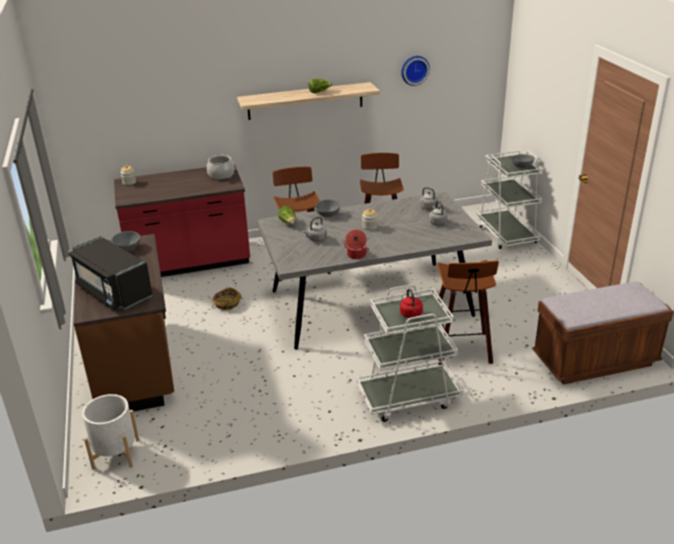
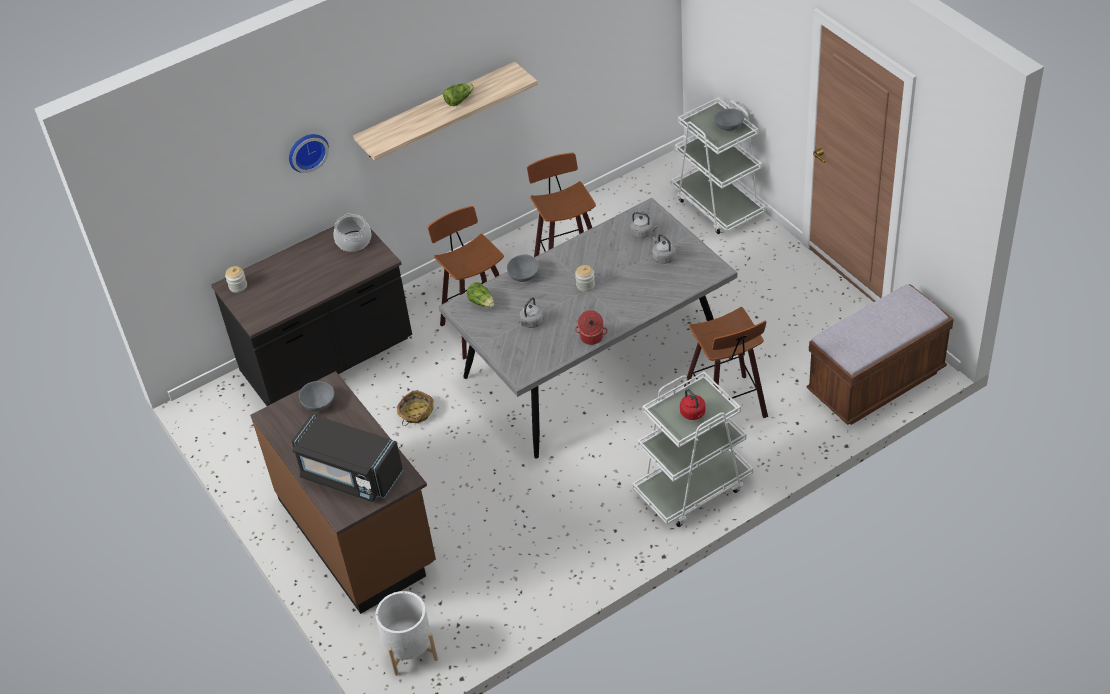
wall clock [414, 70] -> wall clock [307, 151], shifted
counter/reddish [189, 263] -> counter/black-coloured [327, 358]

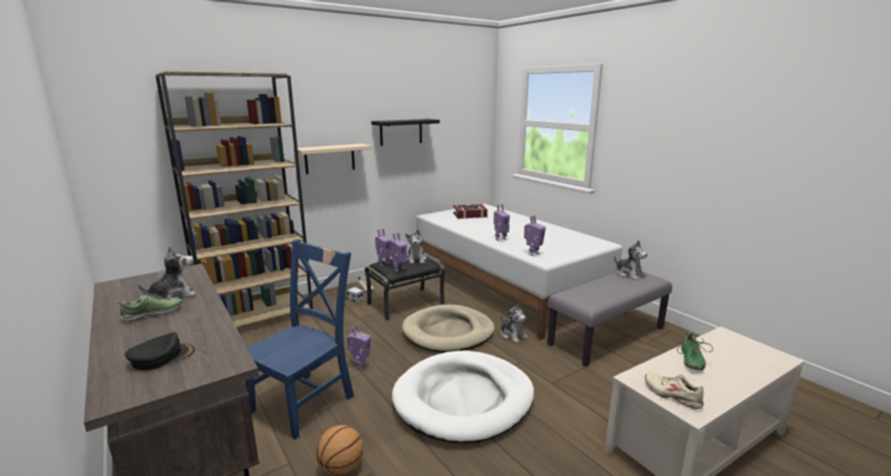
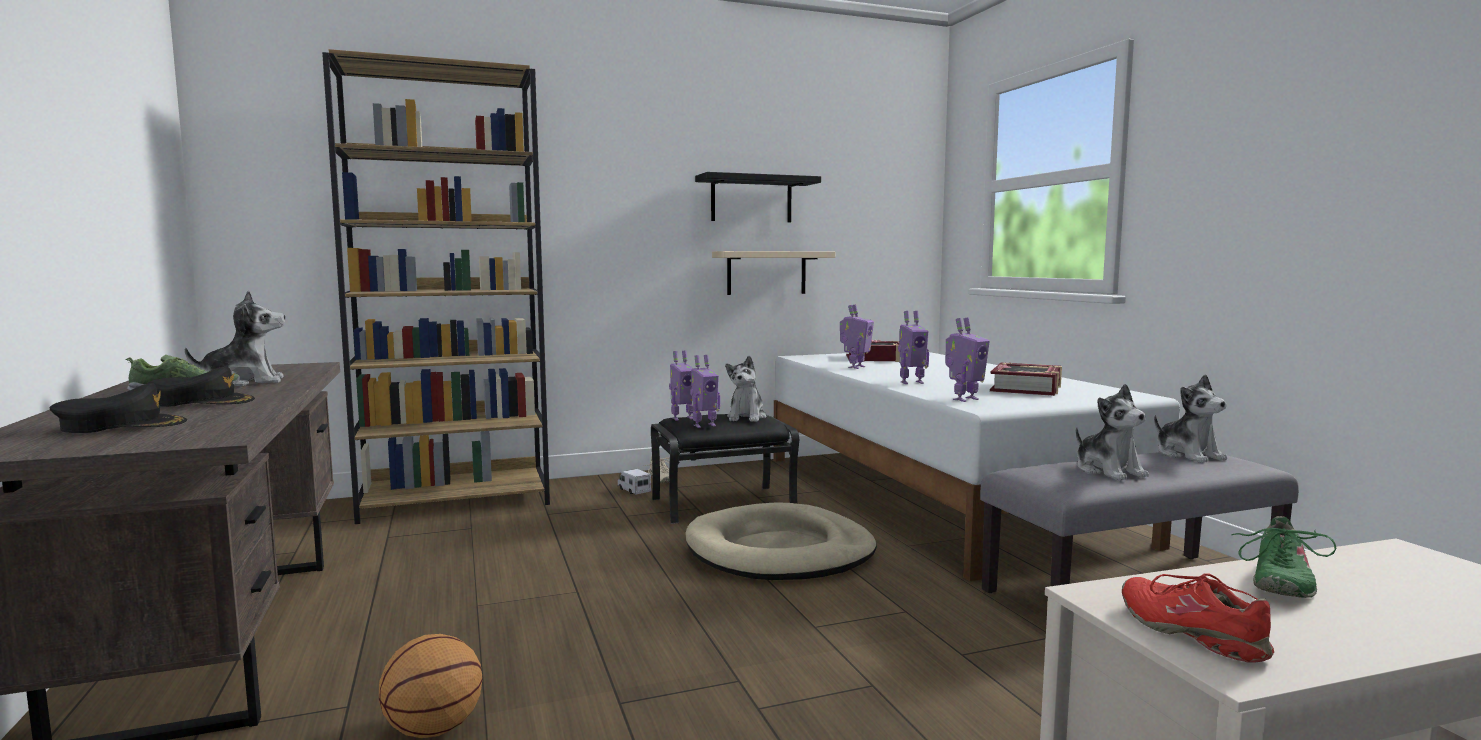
upright chair/blue-coloured [306, 401] -> none
dog cushion/white [464, 399] -> none
none -> peaked cap/black-coloured [202, 402]
none -> bound book [1026, 388]
bracket shelf/beige [330, 158] -> bracket shelf/beige [766, 273], shifted
model robot [360, 365] -> model robot [855, 367], shifted
plush toy [513, 335] -> plush toy [1108, 471], shifted
low shoe/beige [672, 395] -> low shoe/reddish [1191, 632]

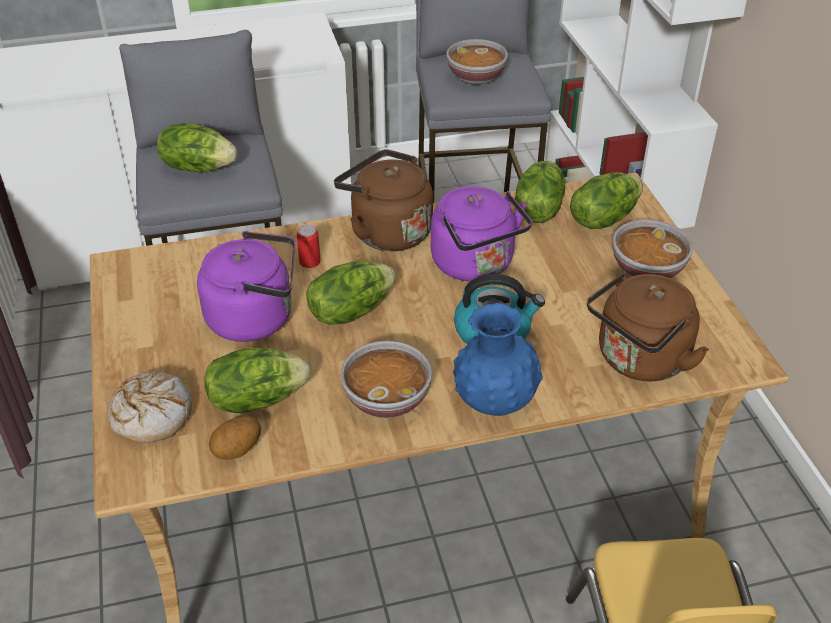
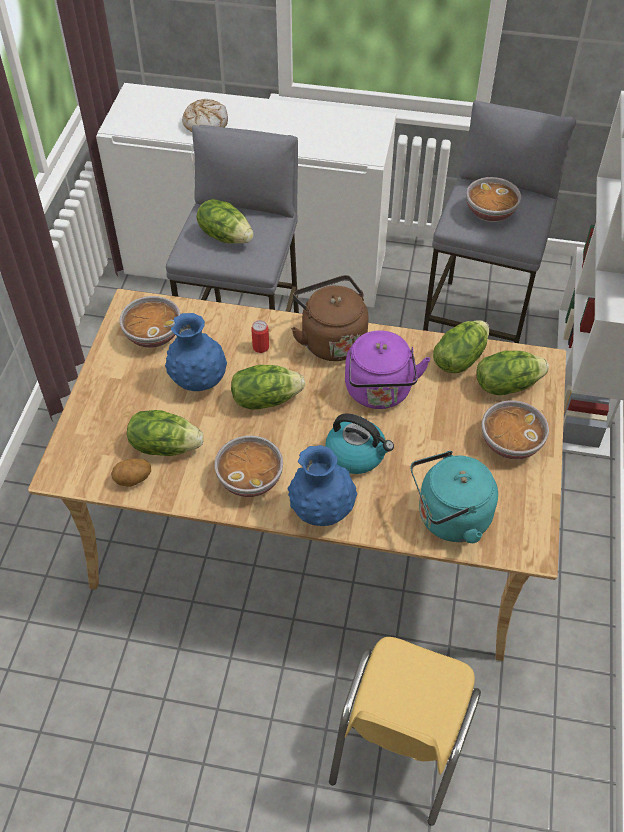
none -> serving bowl [153, 334]
baked bread [151, 415] -> baked bread [205, 123], shifted
kettle/purple [256, 318] -> vase/blue-coloured [198, 381]
kettle/brownish [639, 361] -> kettle/turquoise [449, 518]

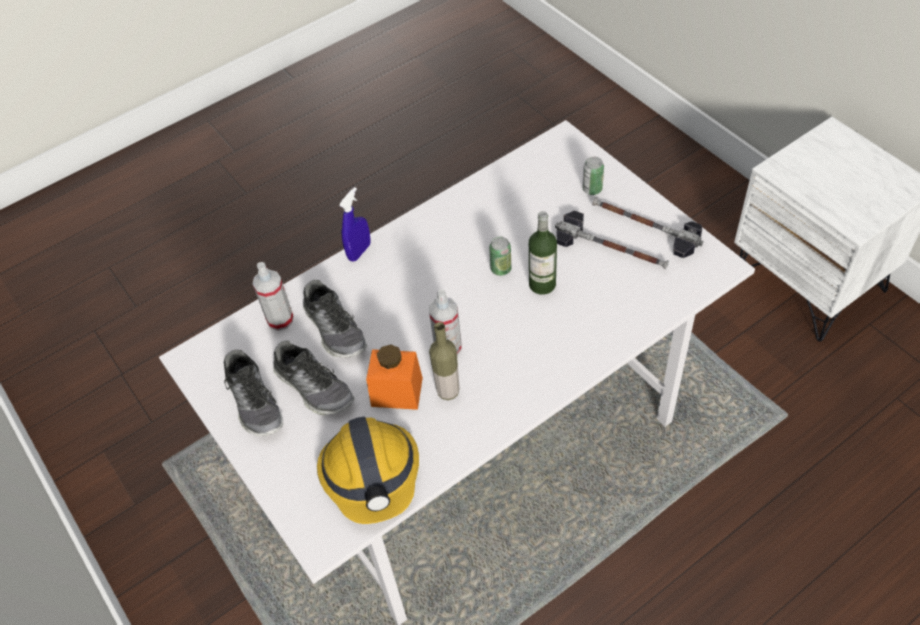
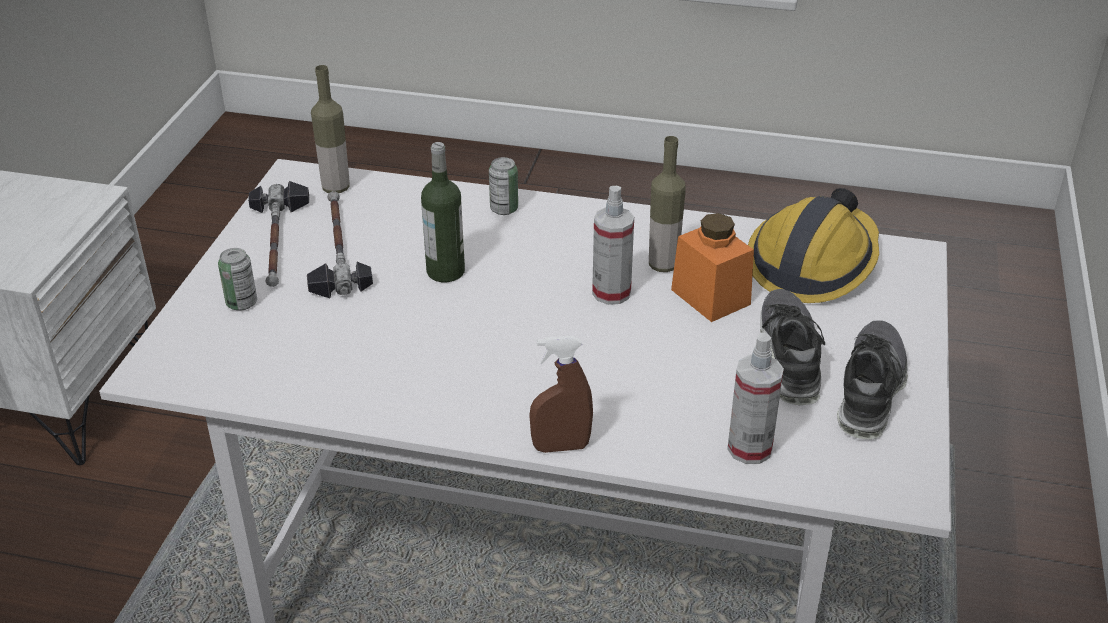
low shoe [335, 329] -> none
none -> bottle [336, 188]
sealed can [501, 269] -> sealed can [504, 209], shifted
hand sprayer/blue-coloured [359, 251] -> hand sprayer/brownish [561, 447]

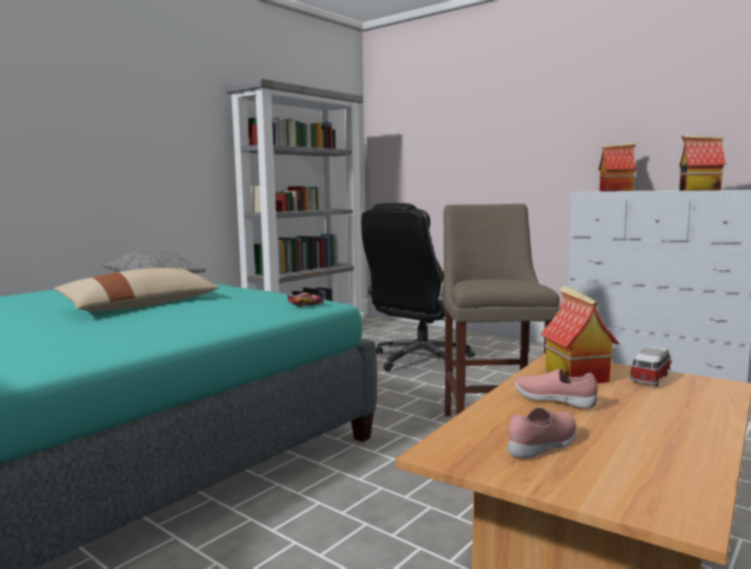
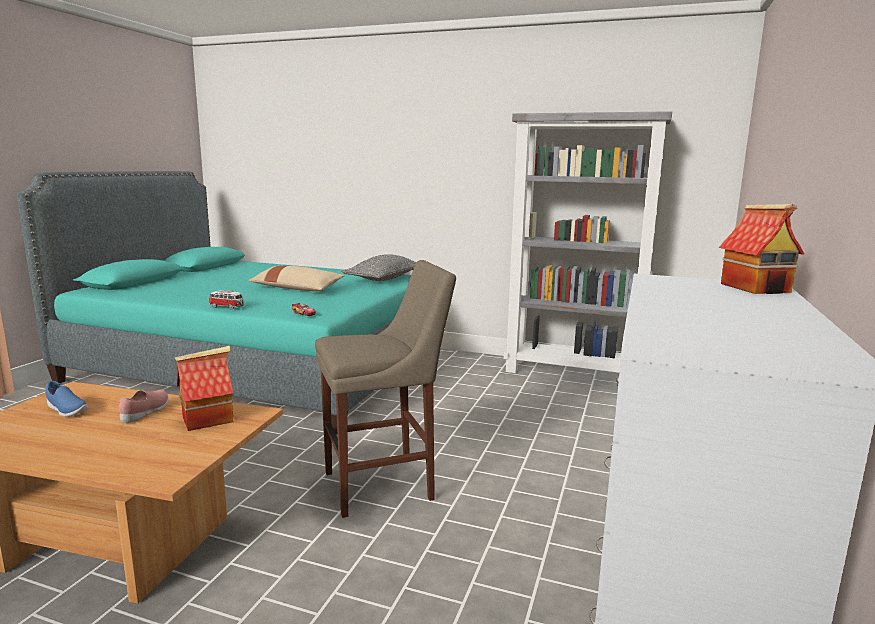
desk chair/black-coloured [420, 360] -> none
miniature house [698, 190] -> none
model car [650, 378] -> model car [227, 307], shifted
low shoe/pink-coloured [544, 446] -> low shoe/blue-coloured [66, 410]

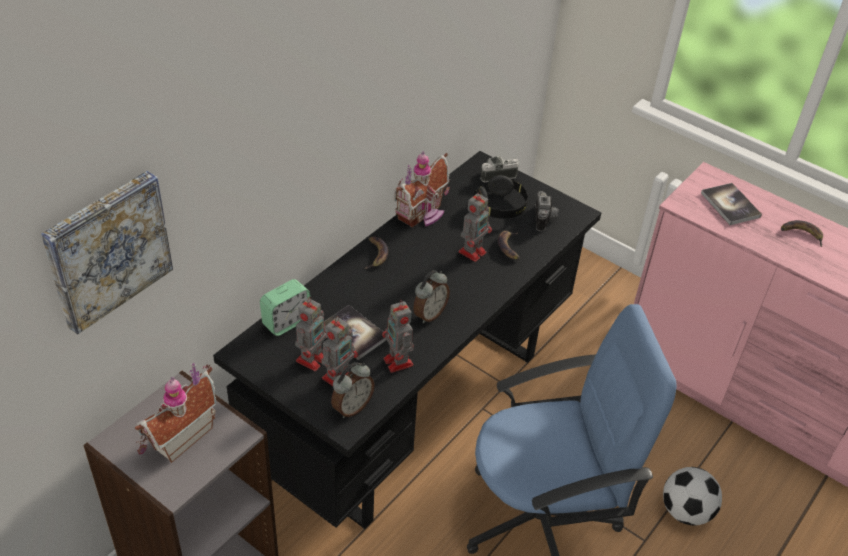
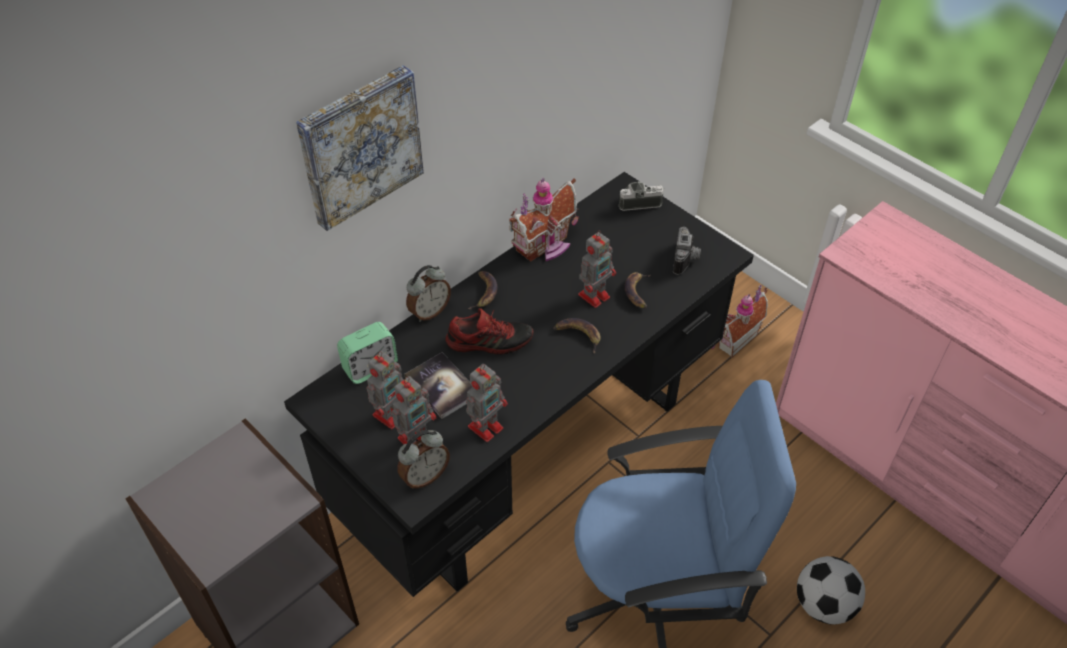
headset/black-coloured [501, 207] -> none
bound book [730, 205] -> none
none -> low shoe [489, 341]
wall art [107, 249] -> wall art [359, 145], shifted
miniature house [178, 436] -> miniature house [733, 339], shifted
table clock [429, 314] -> table clock [429, 311], shifted
whole banana [801, 234] -> whole banana [578, 335], shifted
model robot [399, 363] -> model robot [486, 426], 120 degrees counterclockwise

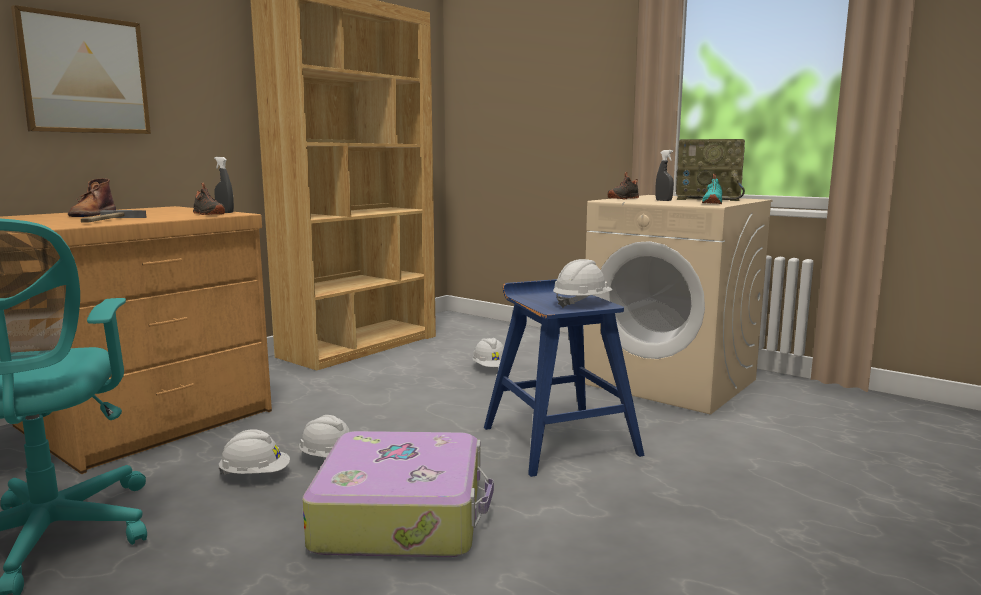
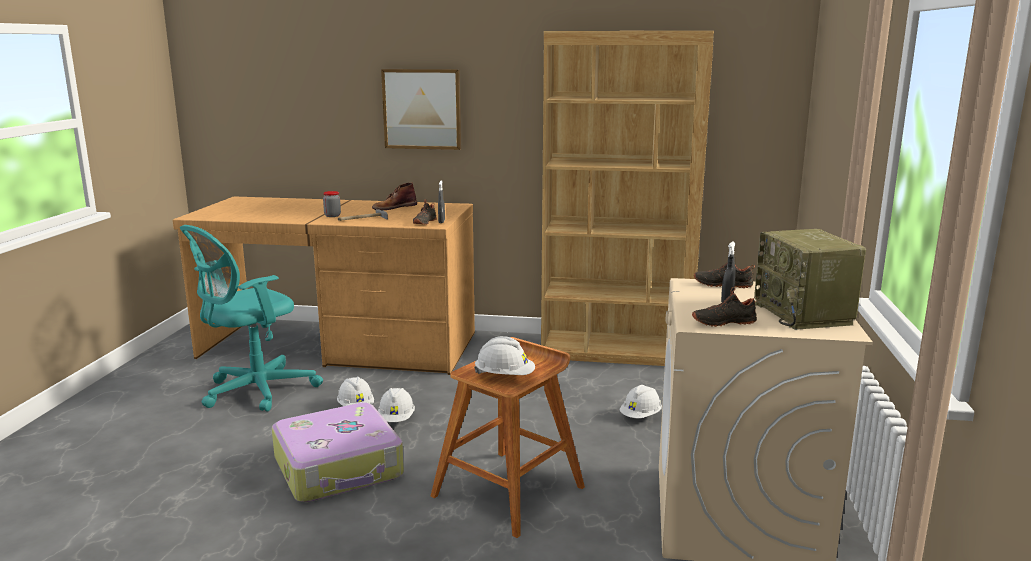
none -> preserve jar [332, 216]
sitting stool/blue-coloured [559, 440] -> sitting stool/brownish [509, 491]
low shoe/turquoise [712, 203] -> low shoe/black-coloured [723, 322]

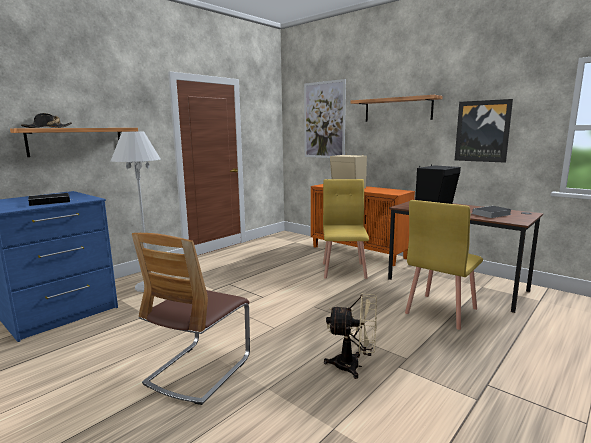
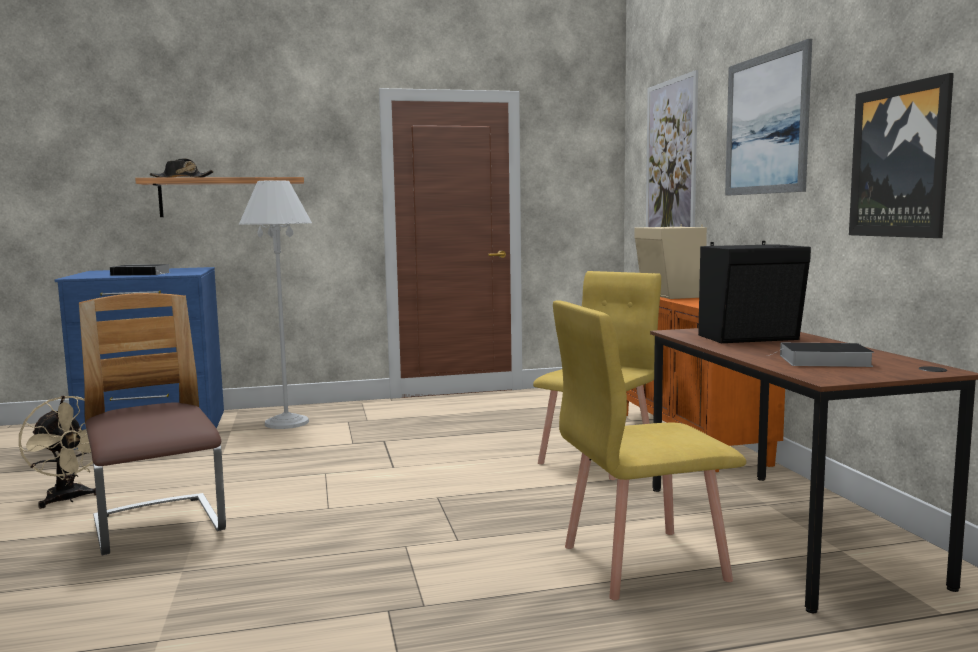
electric fan/beige [354, 366] -> electric fan/beige [69, 499], shifted
bracket shelf [397, 109] -> wall art [766, 124]
upright chair [199, 370] -> upright chair [158, 527], 90 degrees clockwise

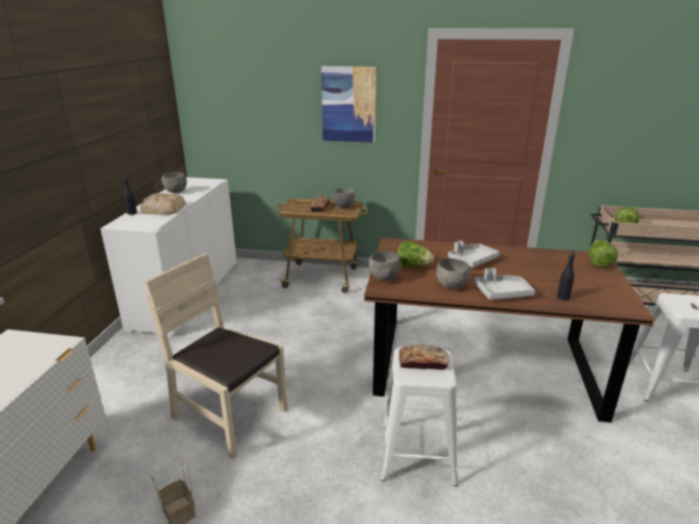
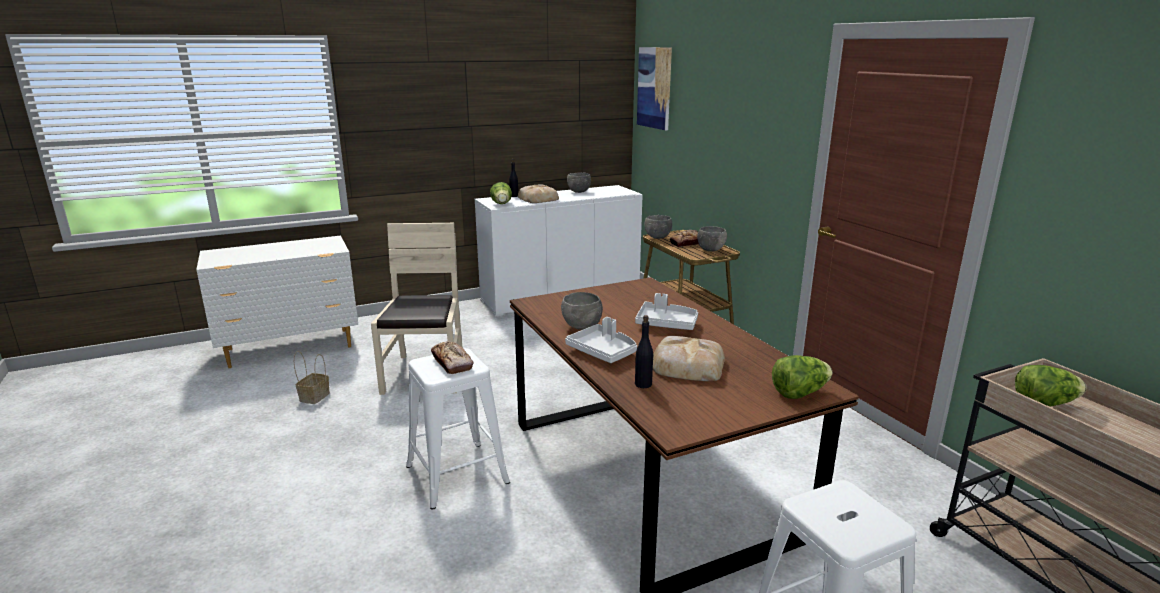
none -> baked bread [686, 365]
wall art [348, 104] -> wall art [654, 88], shifted
serving bowl/grey [384, 278] -> serving bowl/grey [657, 237], shifted
lettuce [413, 266] -> lettuce [502, 204], shifted

